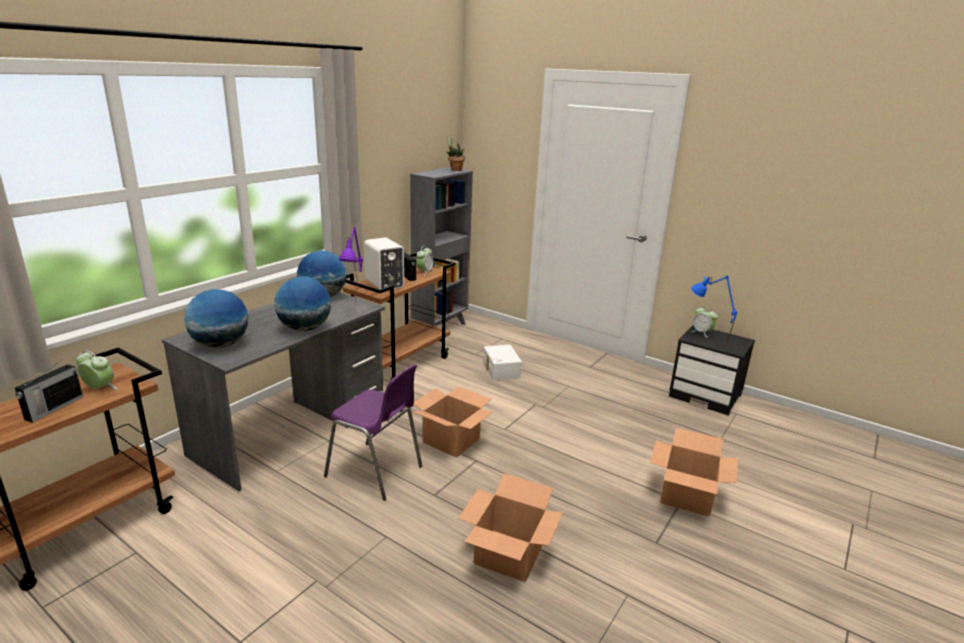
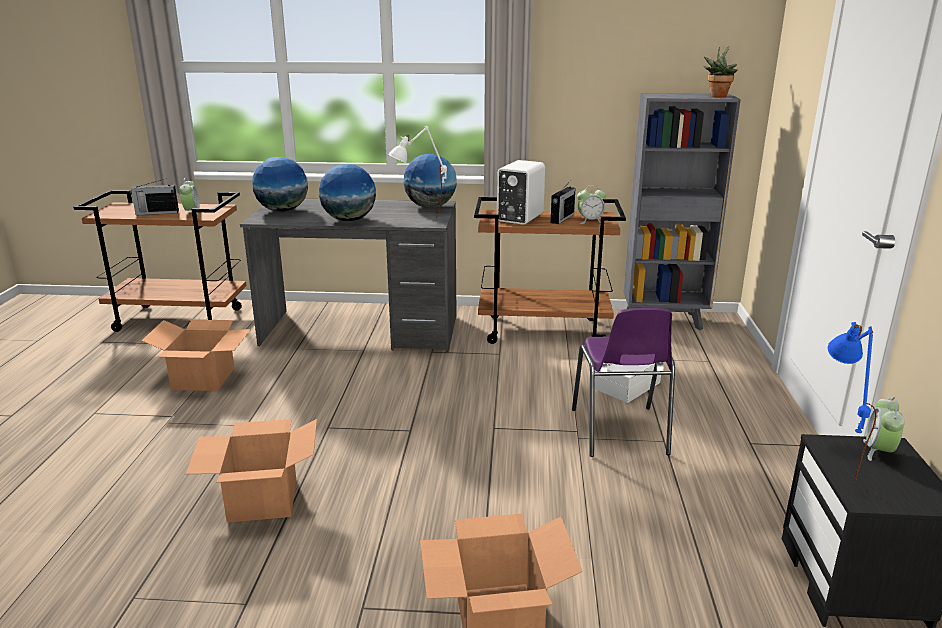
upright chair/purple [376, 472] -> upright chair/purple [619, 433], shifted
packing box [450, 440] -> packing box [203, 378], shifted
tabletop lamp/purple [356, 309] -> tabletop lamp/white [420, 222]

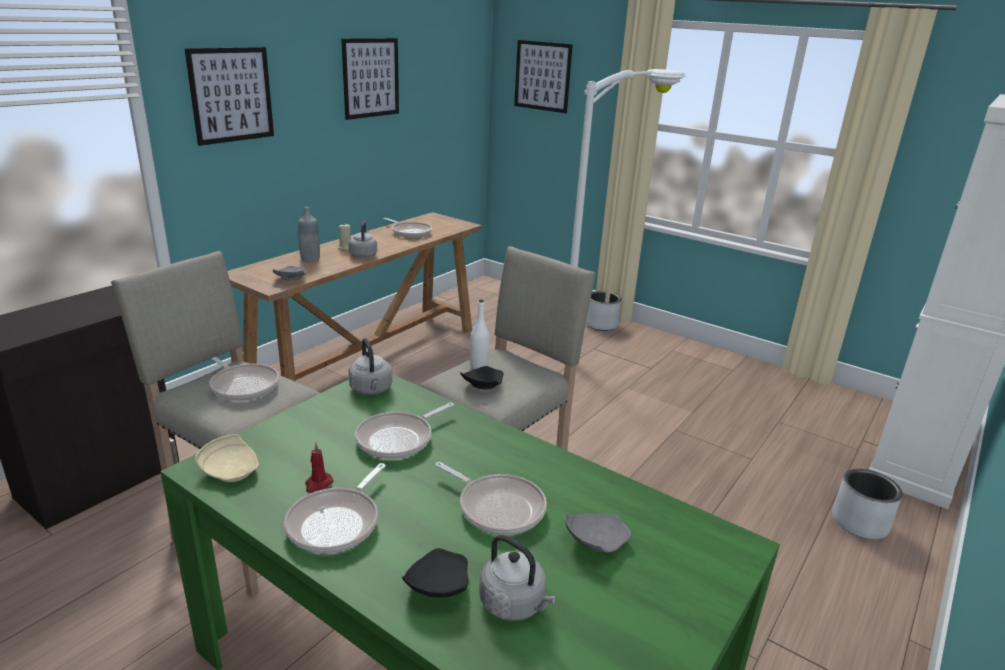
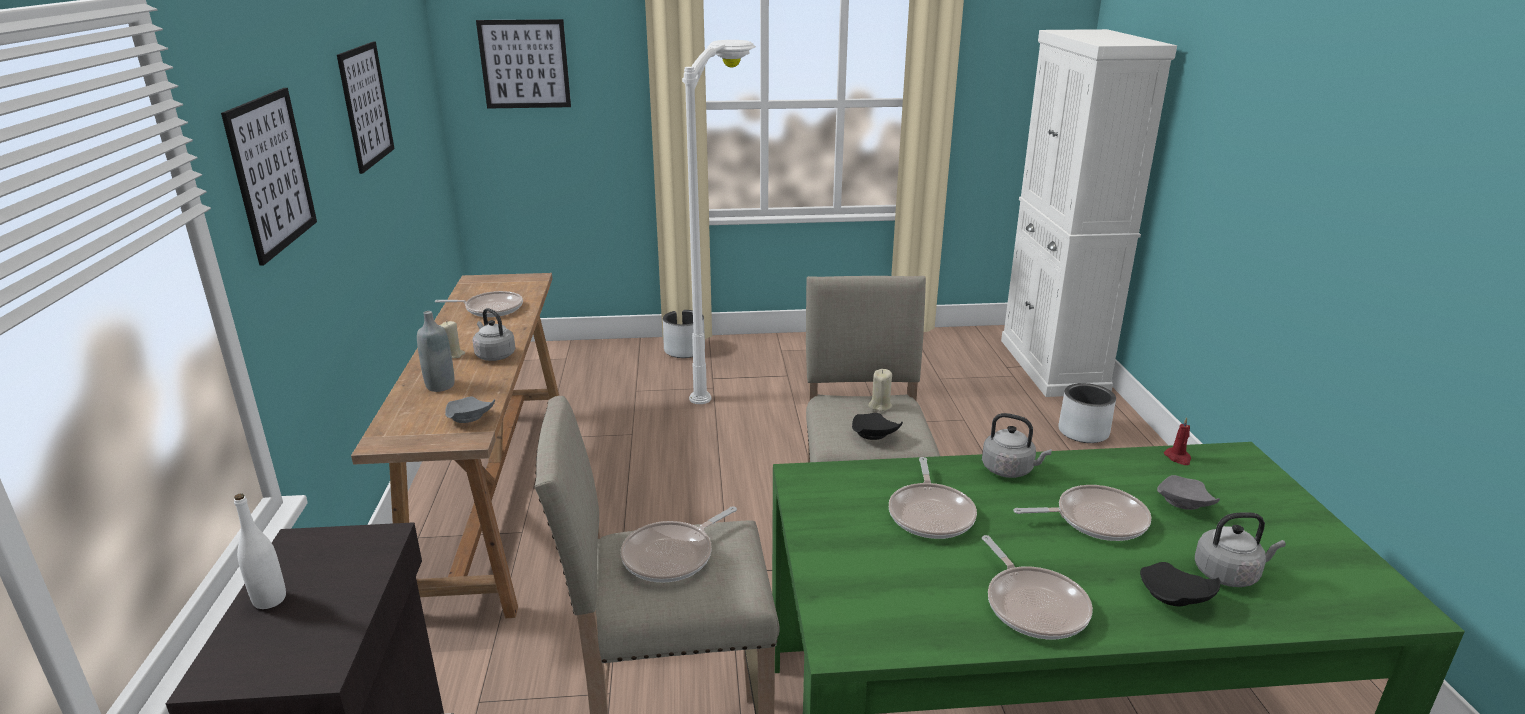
dinner plate/beige [231, 469] -> none
none -> wax candle/beige [880, 406]
wax candle/reddish [318, 484] -> wax candle/reddish [1178, 458], shifted
kettle/grey [371, 390] -> kettle/grey [1010, 470], shifted
bottle/white [479, 366] -> bottle/white [270, 600], shifted
pan [243, 385] -> pan [672, 556], 135 degrees clockwise

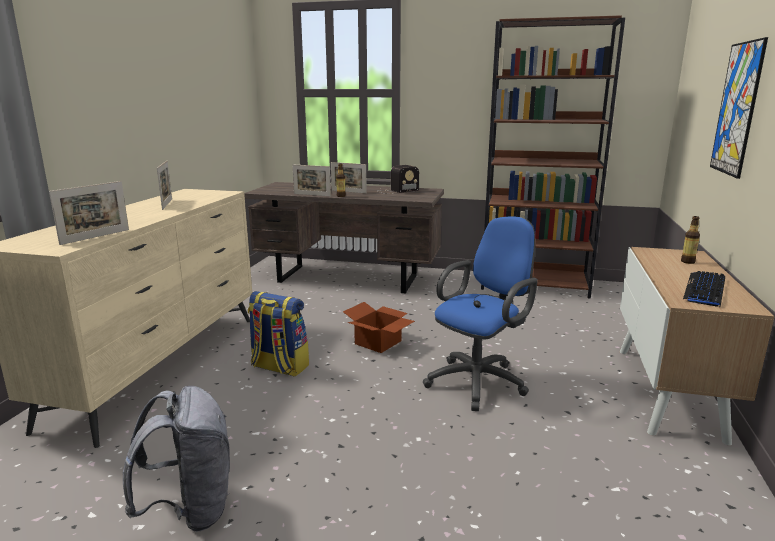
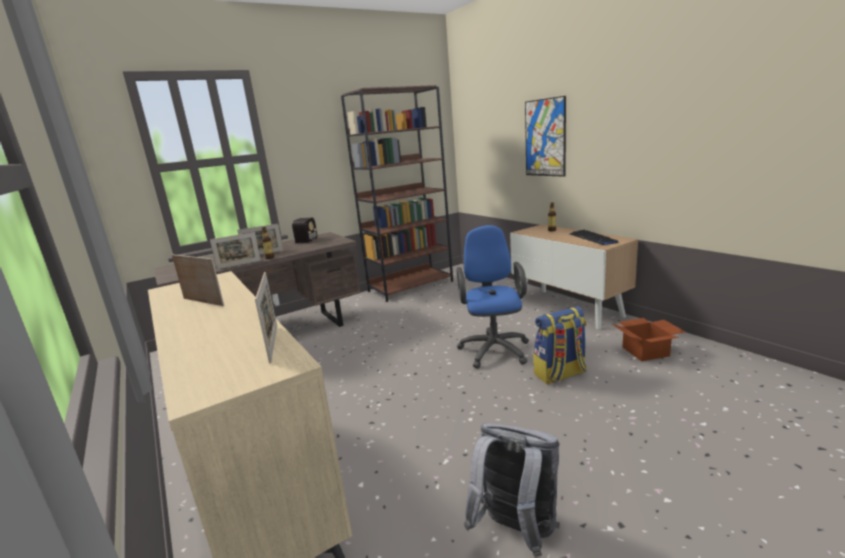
rucksack [279, 367] -> rucksack [560, 374], shifted
packing box [378, 343] -> packing box [647, 351], shifted

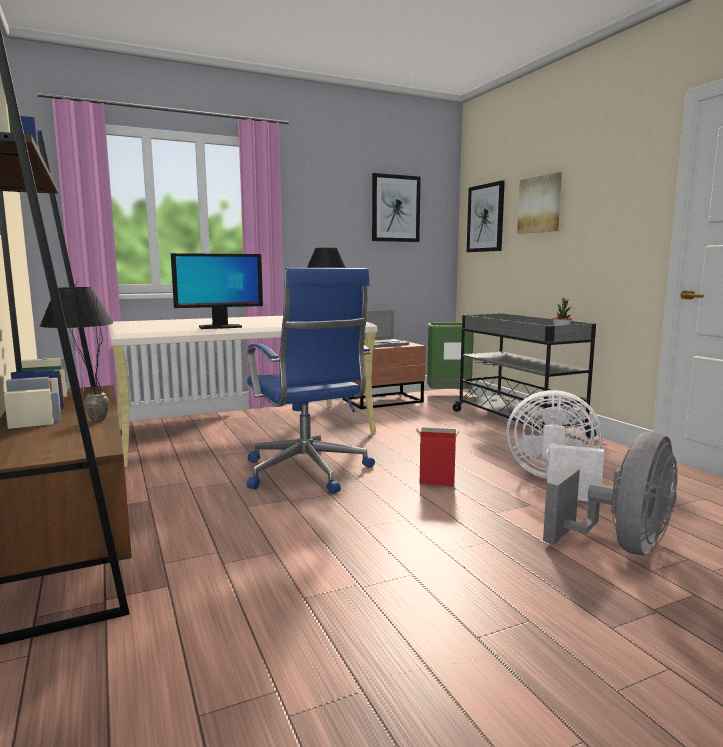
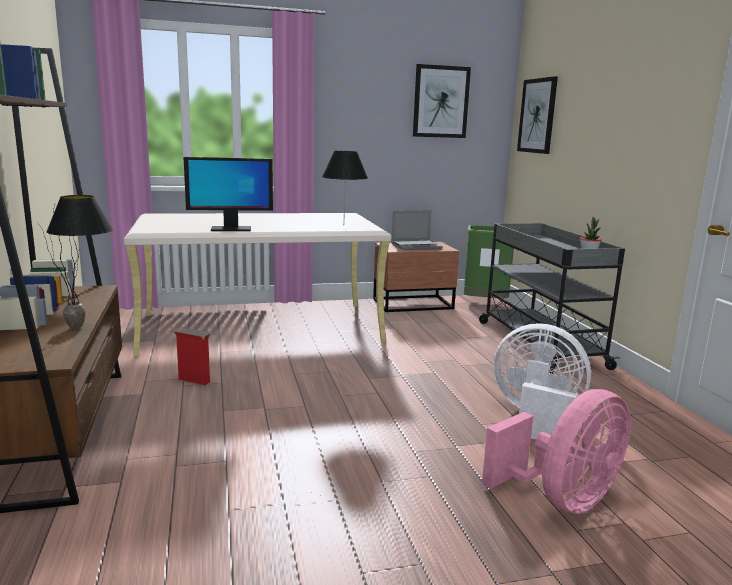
desk chair/blue-coloured [307, 472] -> none
wall art [540, 204] -> none
packing box [436, 483] -> packing box [193, 380], shifted
electric fan/grey [621, 546] -> electric fan/pink-coloured [562, 499]

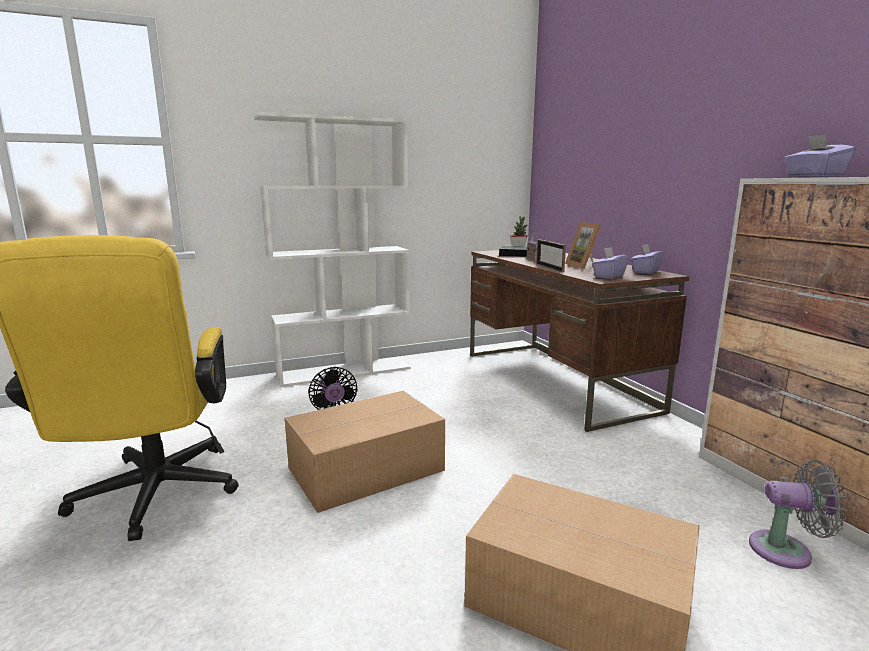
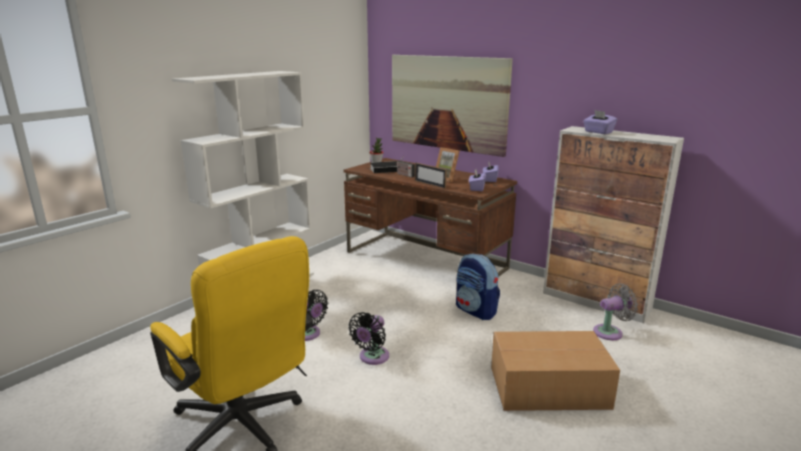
none -> wall art [447, 103]
none -> rucksack [476, 311]
packing box [369, 469] -> electric fan/black-coloured [372, 357]

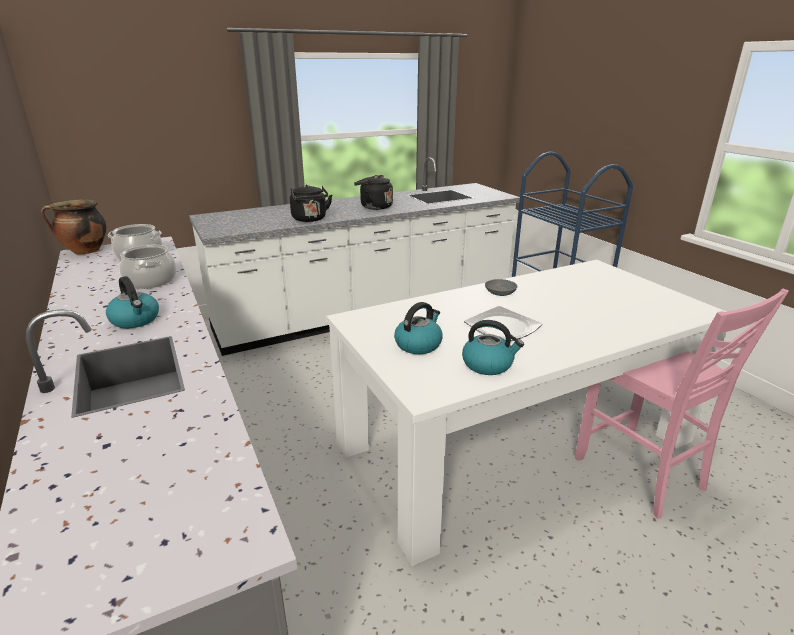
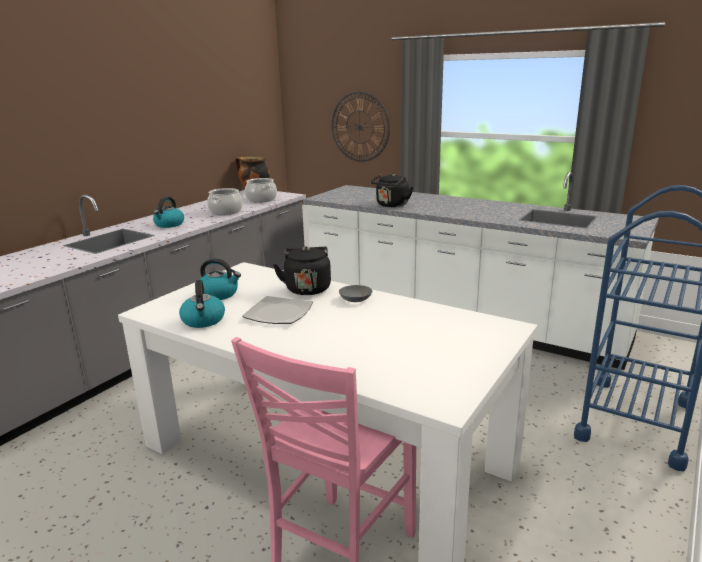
none -> wall clock [360, 127]
kettle/black-coloured [374, 207] -> kettle/black-coloured [307, 288], shifted

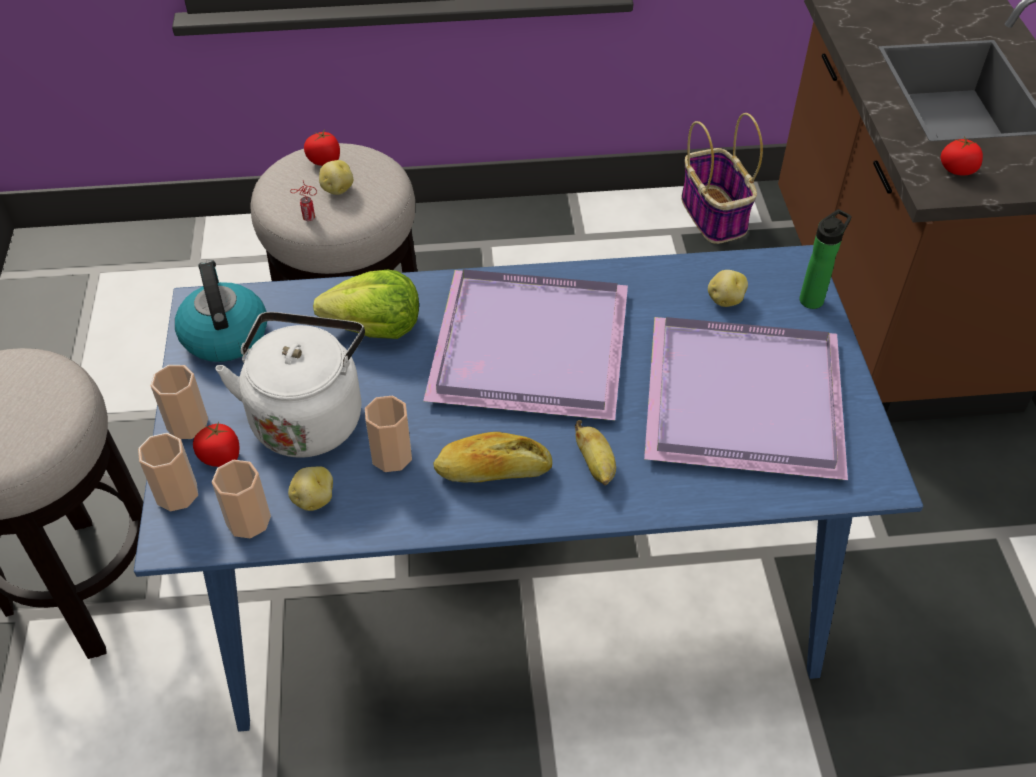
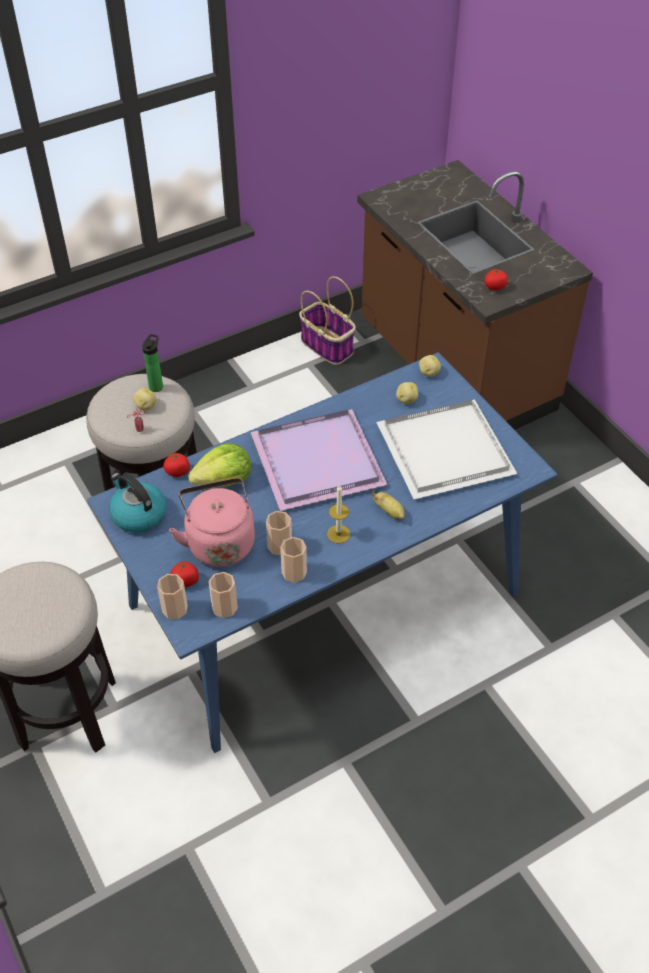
cup [187, 424] -> cup [294, 572], shifted
spud [313, 499] -> spud [428, 373], shifted
fresh tomato [325, 161] -> fresh tomato [178, 472], shifted
bottle [813, 298] -> bottle [157, 385], shifted
baked bread [493, 471] -> wax candle [338, 534]
kettle/white [308, 416] -> kettle/pink-coloured [219, 541]
serving tray/purple [740, 396] -> serving tray/white [442, 450]

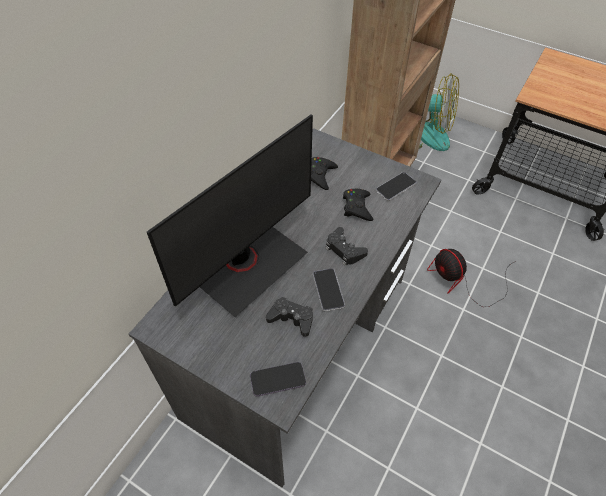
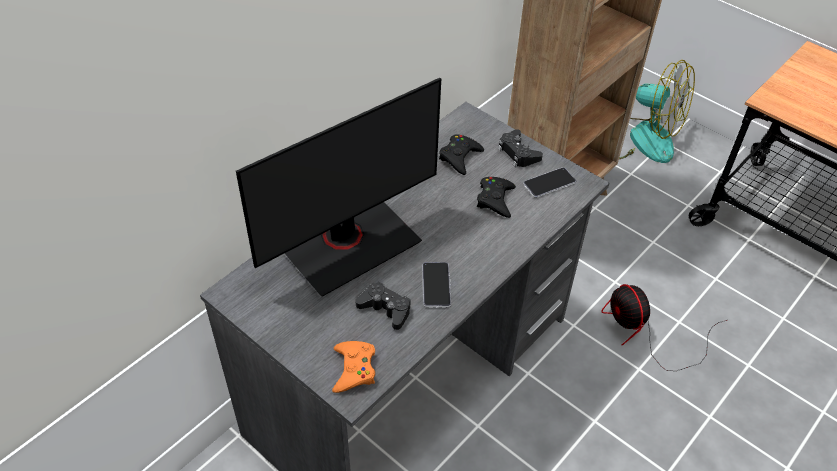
gamepad/black-coloured [344, 250] -> gamepad/black-coloured [518, 153], shifted
handset [278, 380] -> gamepad/orange-coloured [354, 369]

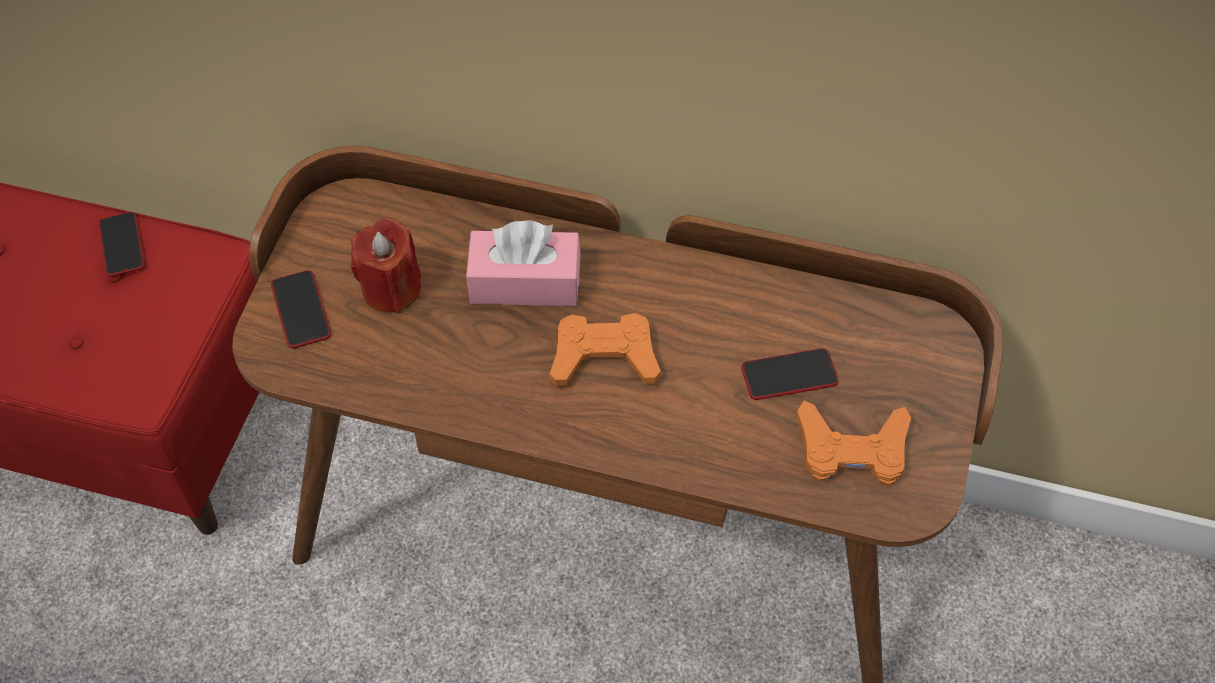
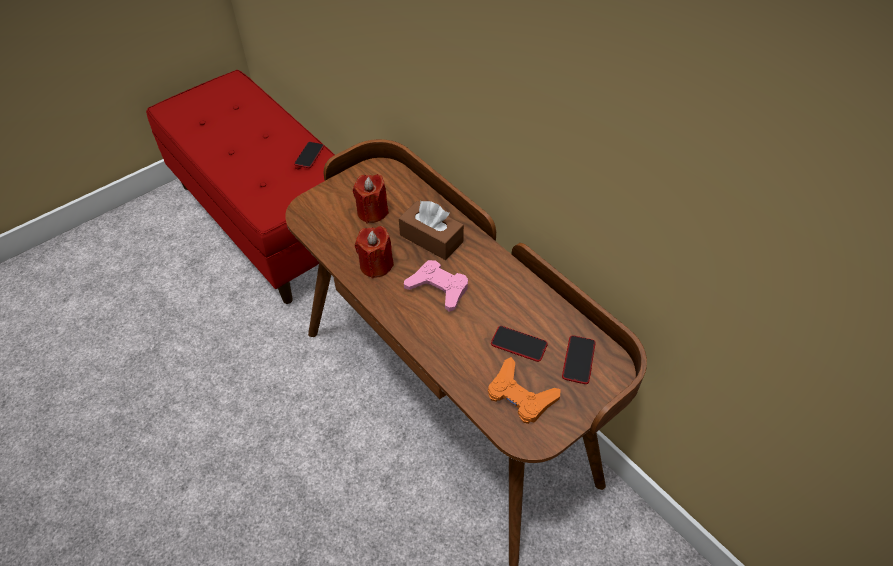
none -> wax candle/reddish [376, 265]
handset [301, 310] -> handset [578, 360], shifted
tissue holder/pink-coloured [525, 282] -> tissue holder/brownish [431, 238]
gamepad/orange-coloured [604, 357] -> gamepad/pink-coloured [438, 288]

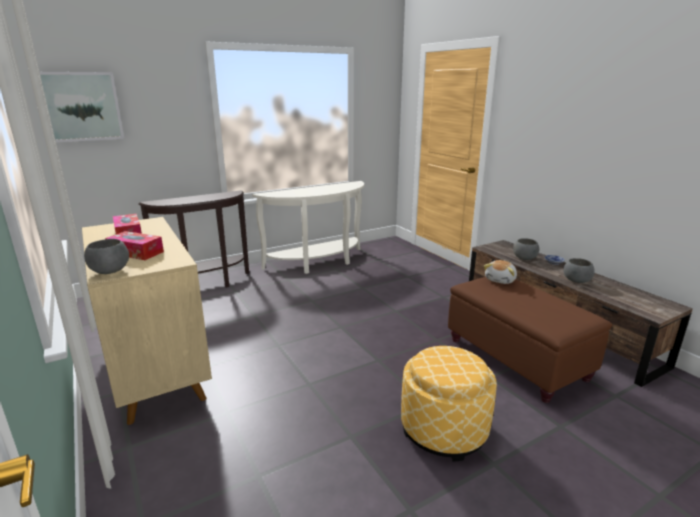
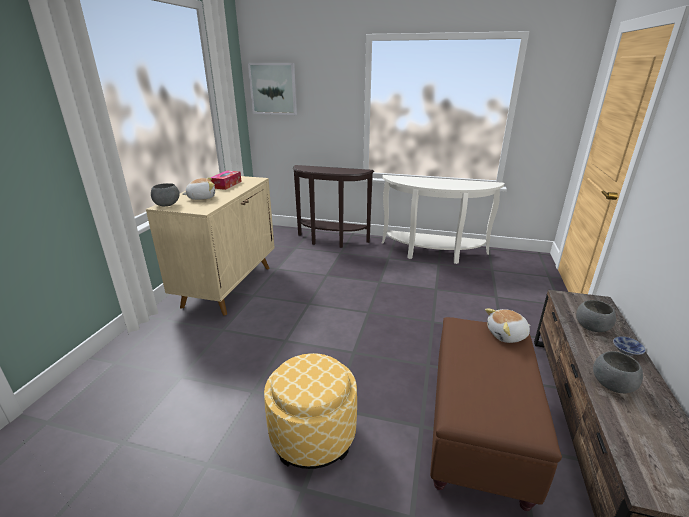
tissue holder [136, 252] -> plush toy [201, 197]

